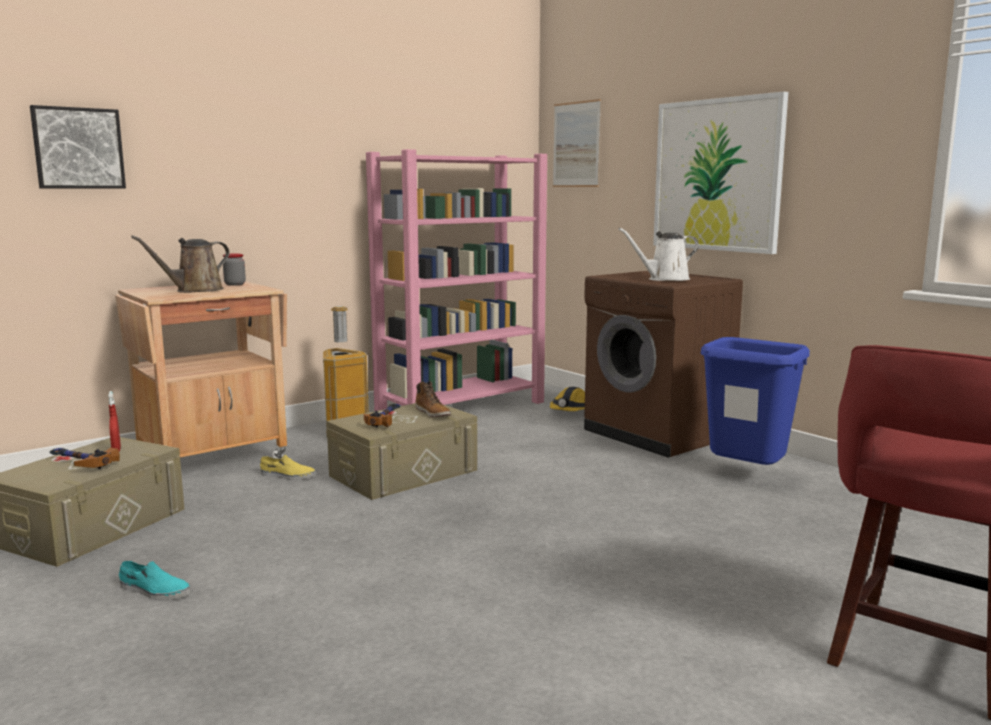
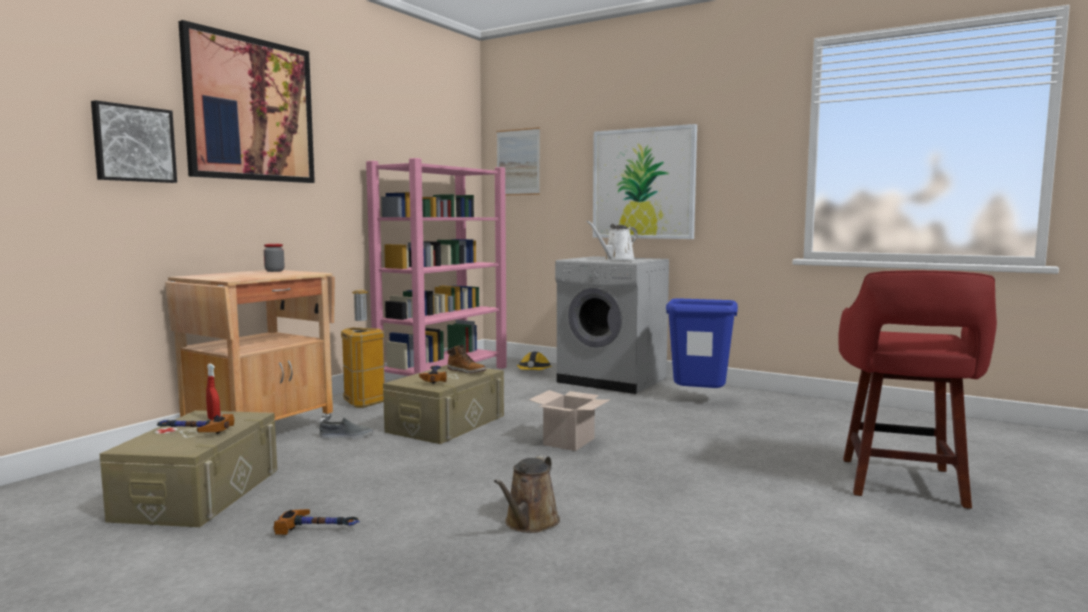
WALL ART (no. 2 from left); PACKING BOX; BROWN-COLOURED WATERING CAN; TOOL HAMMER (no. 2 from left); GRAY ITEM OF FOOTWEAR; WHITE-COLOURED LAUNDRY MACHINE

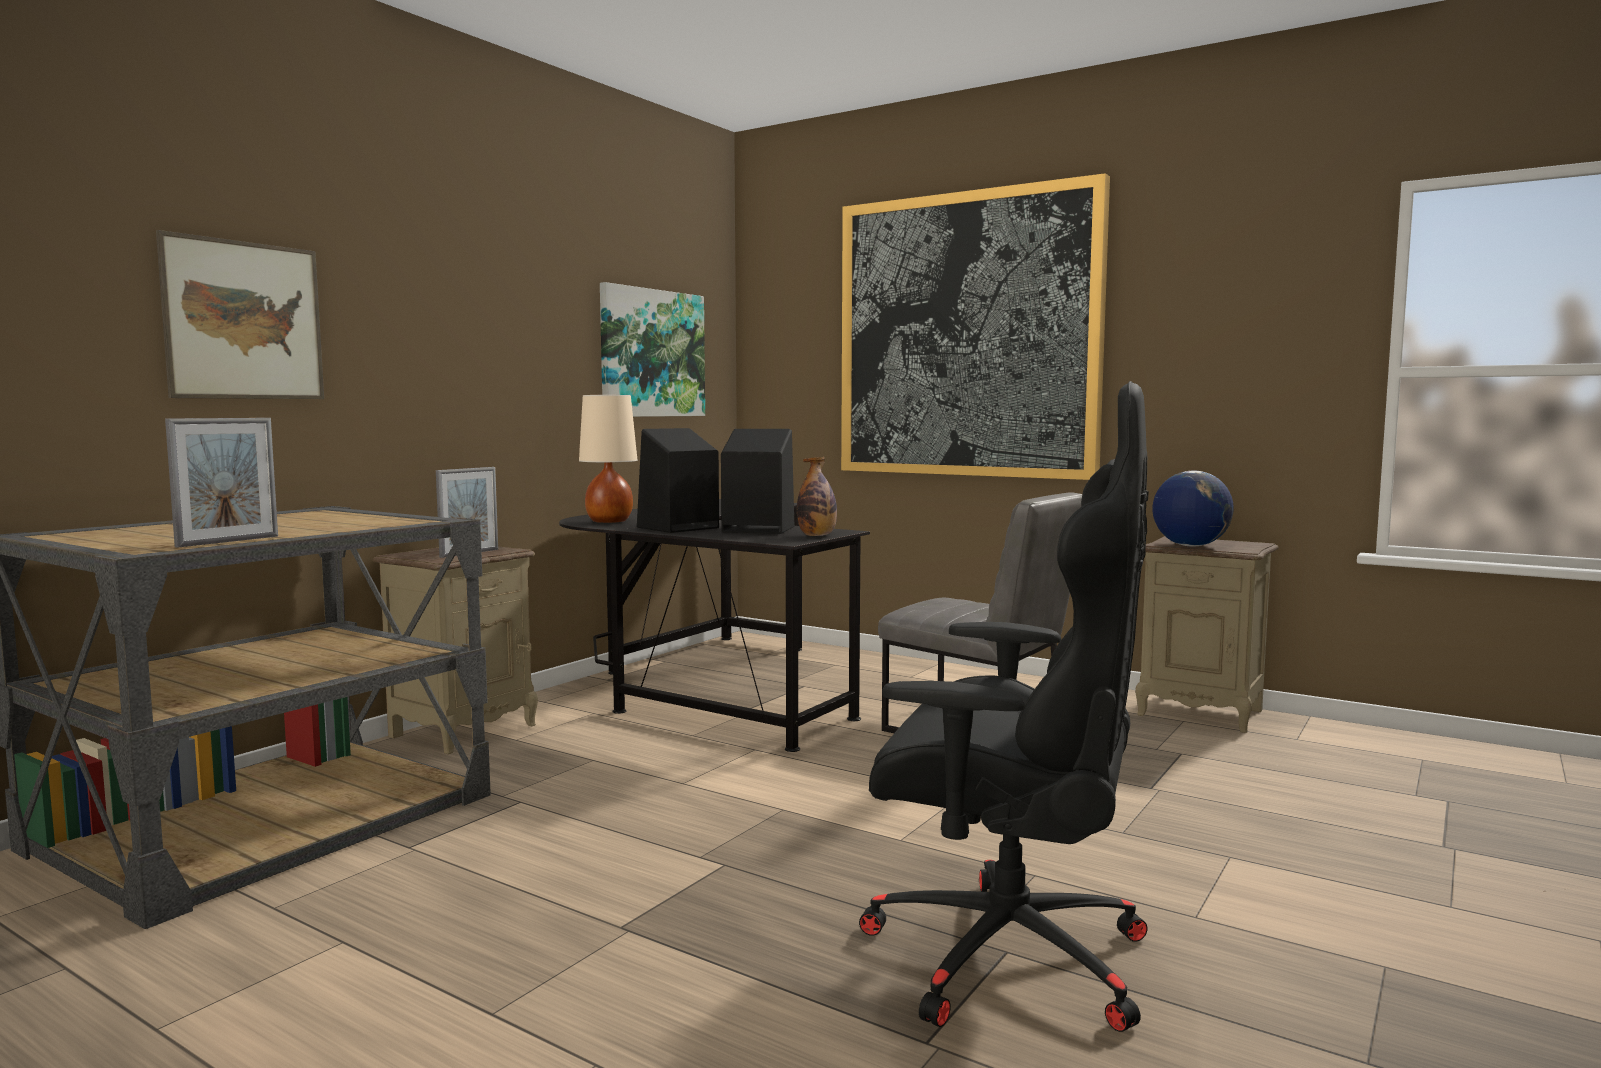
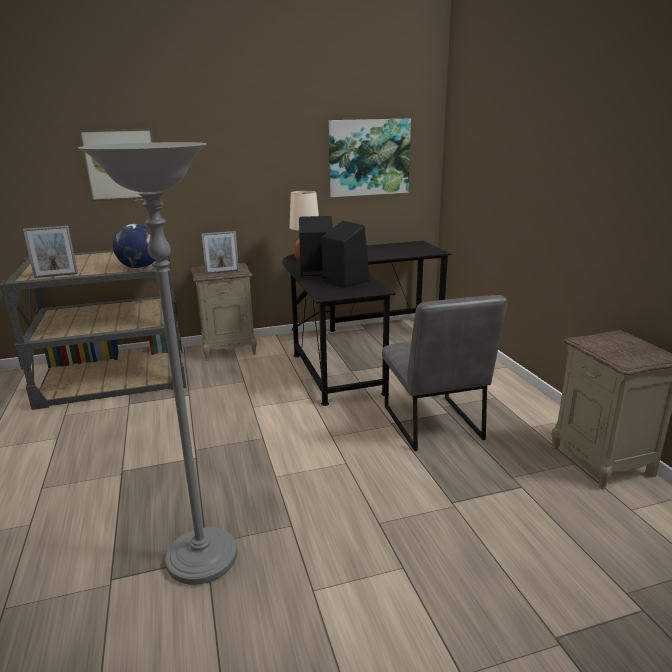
BOTTLE; WALL ART (no. 3 from left in the first image); GLOBE; GRAY STANDING LAMP

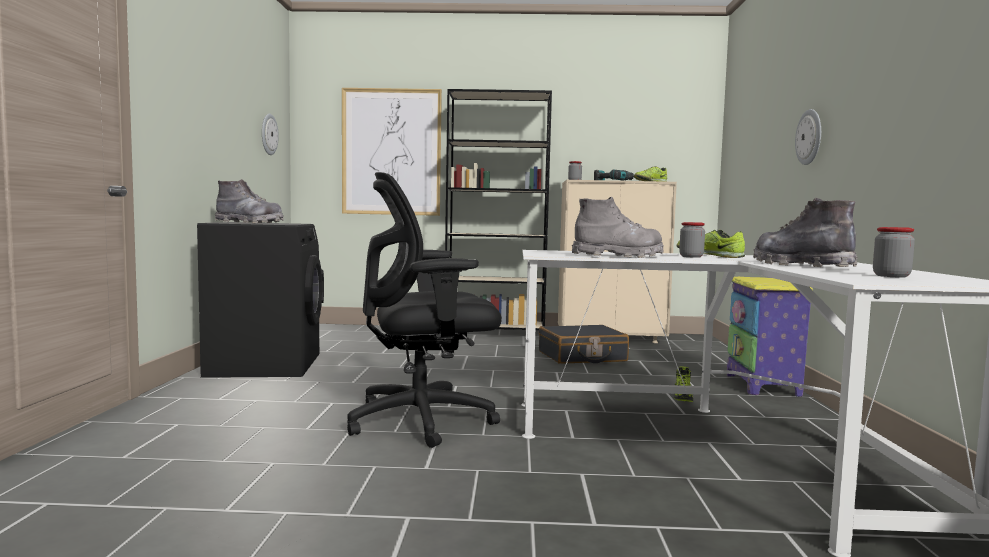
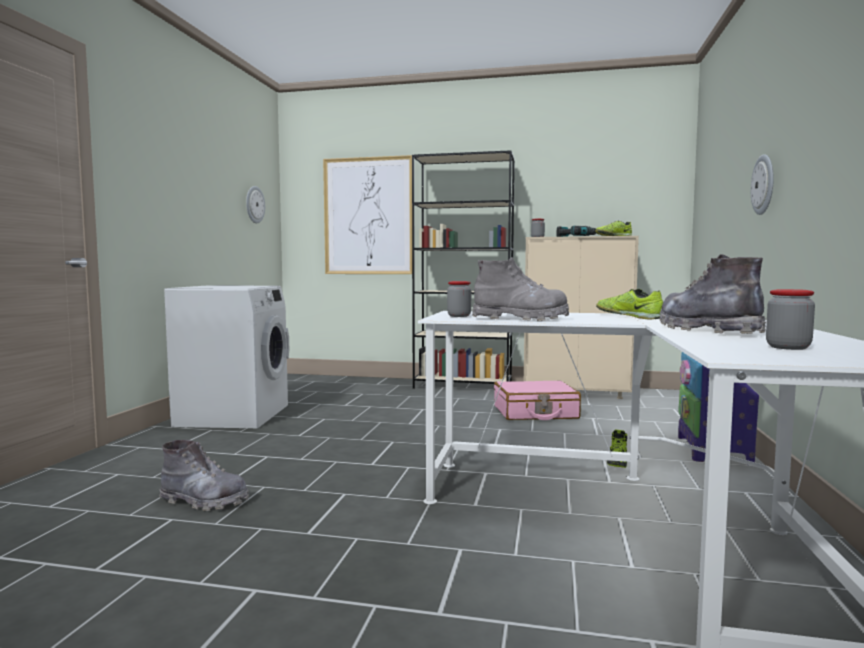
BLACKISH OFFICE CHAIR; GRAY HIGH-TOP BOOT (no. 1 from left); STORAGE JAR (no. 1 from left); WHITE-COLOURED LAUNDRY MACHINE; PINKISH SUITCASE

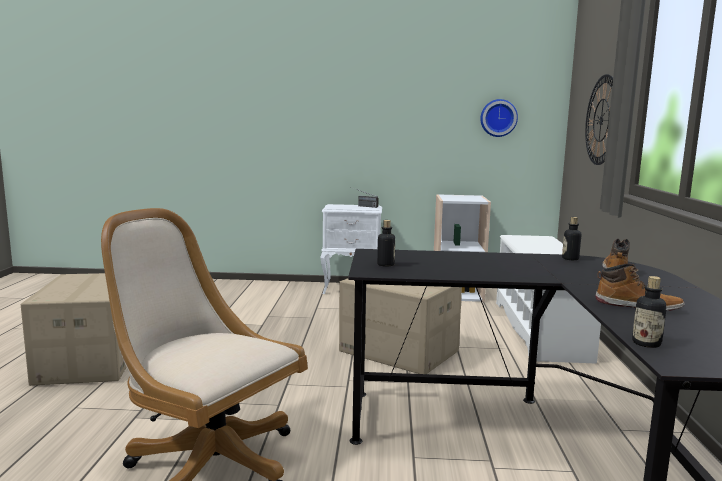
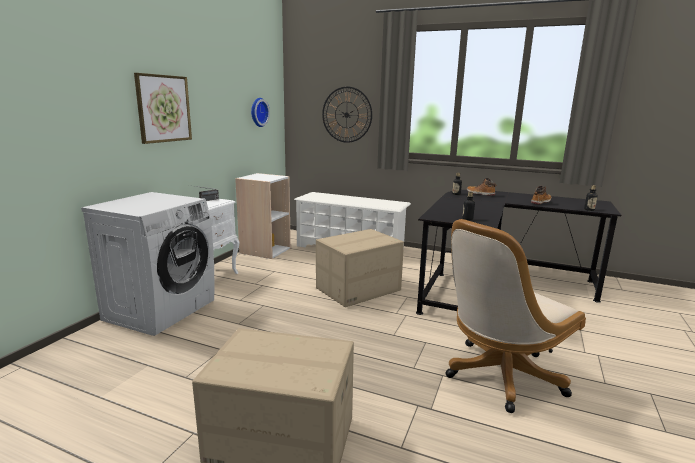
WHITE-COLOURED LAUNDRY MACHINE; WALL ART

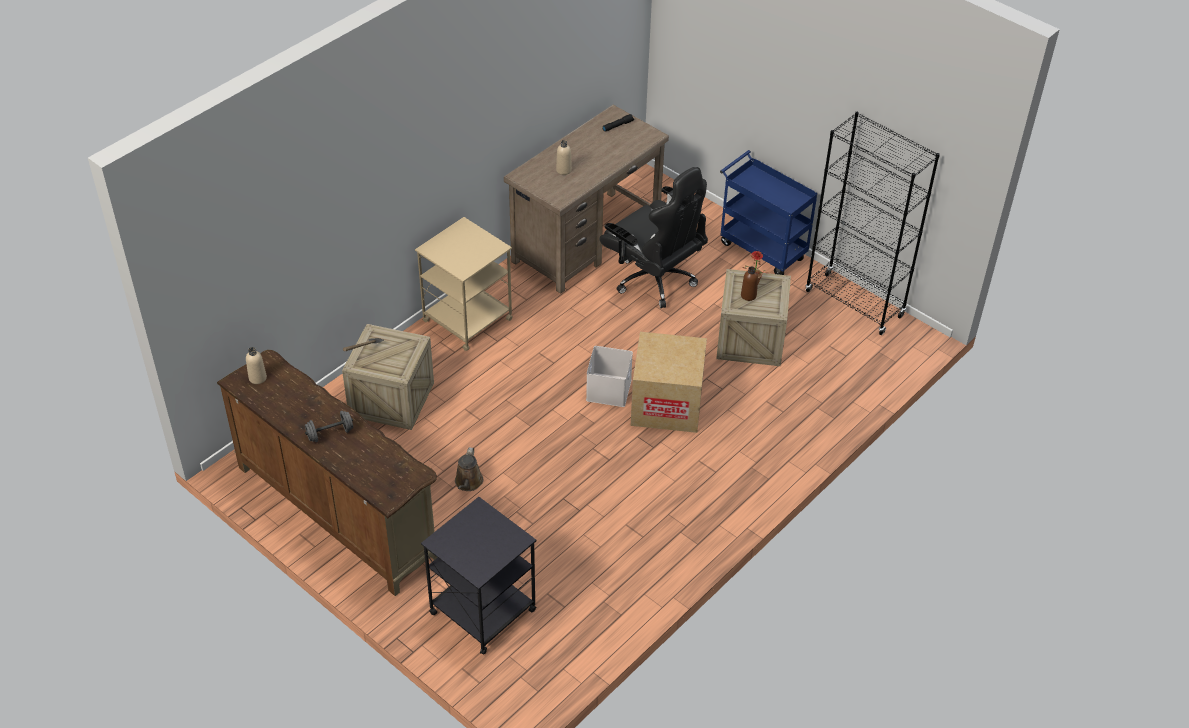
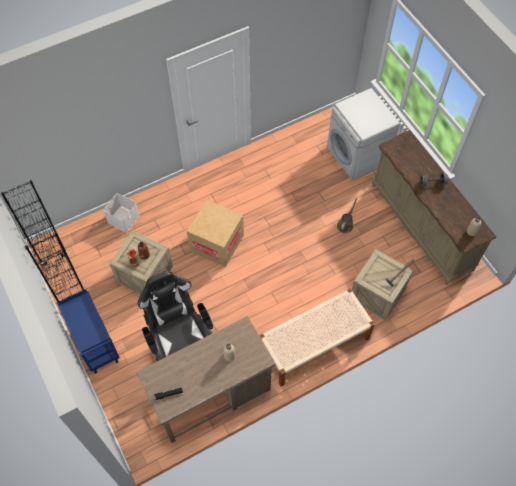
WHITE-COLOURED STORAGE CONTAINER; BEIGE-COLOURED LONG SEAT; WHITE-COLOURED LAUNDRY MACHINE

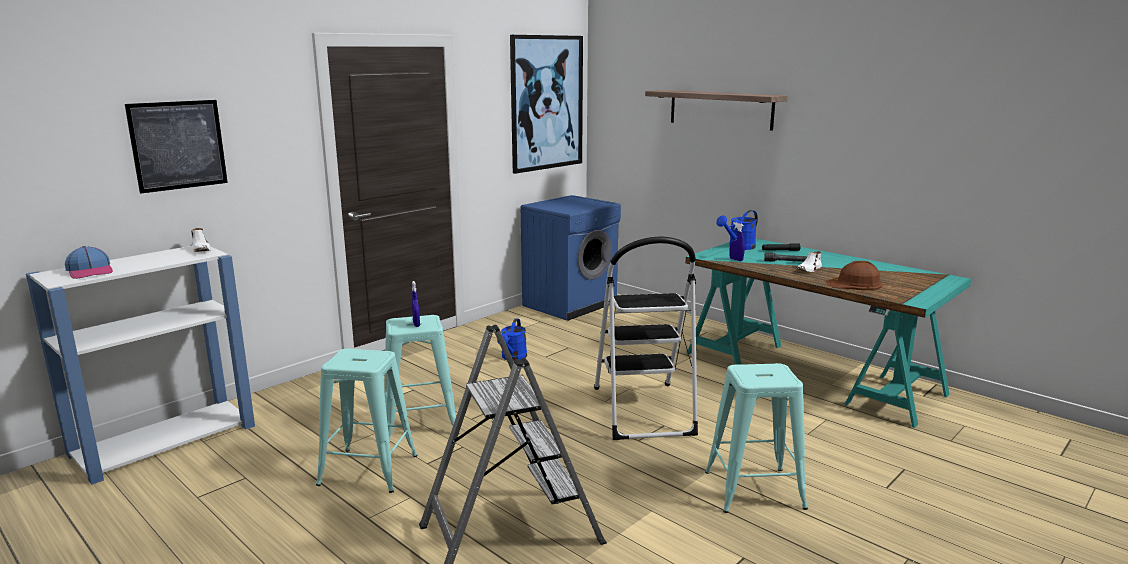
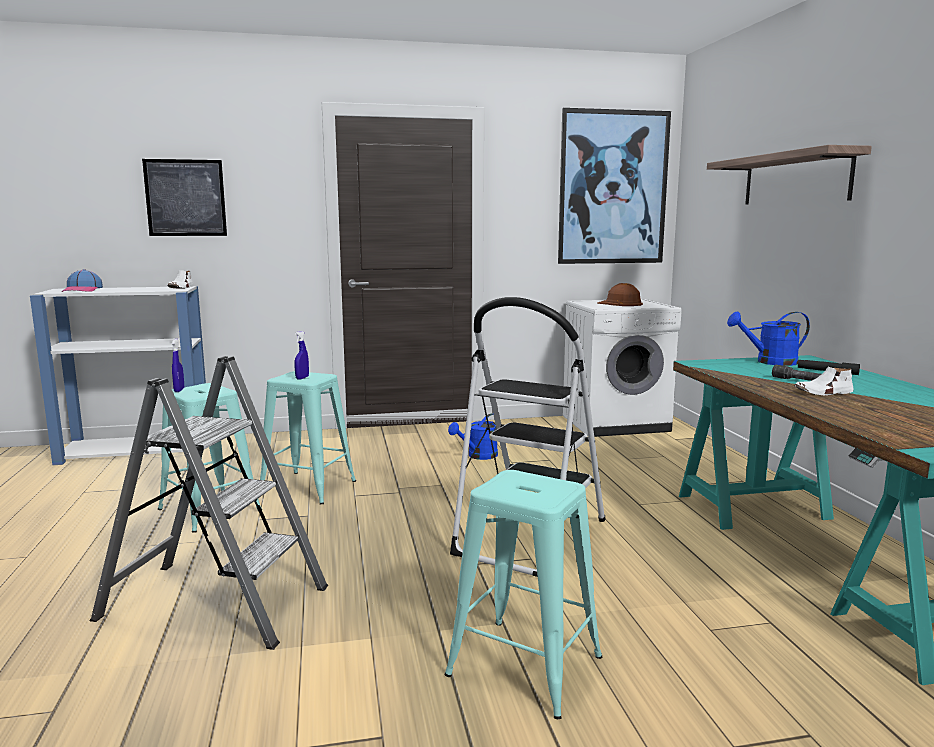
BLUISH SPRAYER (no. 1 from left); BROWN-COLOURED SAFETY HELMET; WHITE-COLOURED LAUNDRY MACHINE

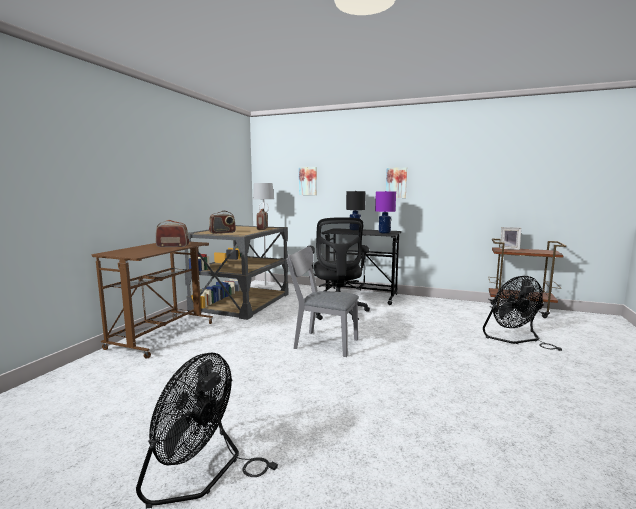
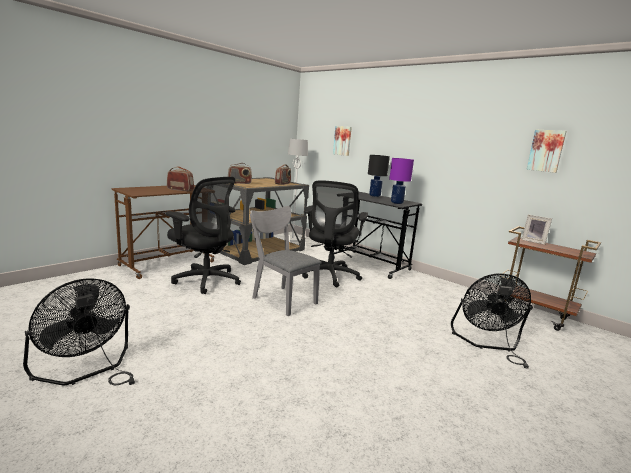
BLACKISH OFFICE CHAIR (no. 1 from left); WALL ART (no. 2 from left)

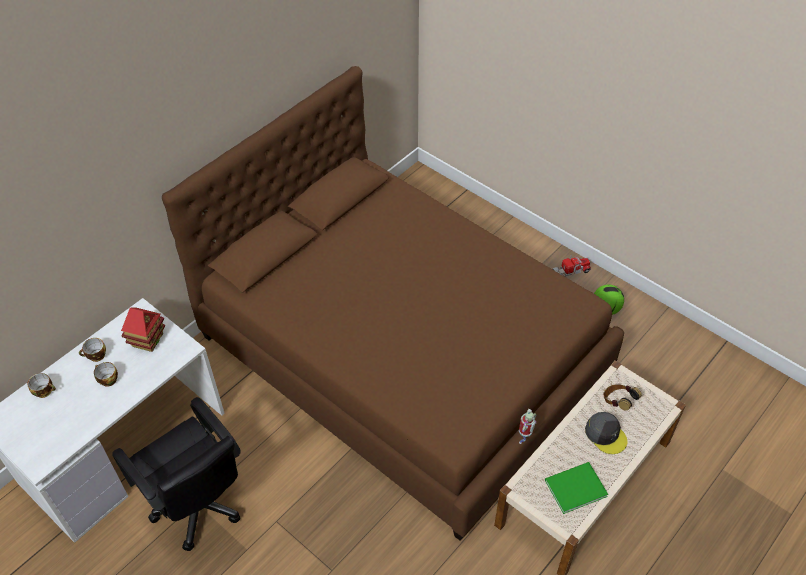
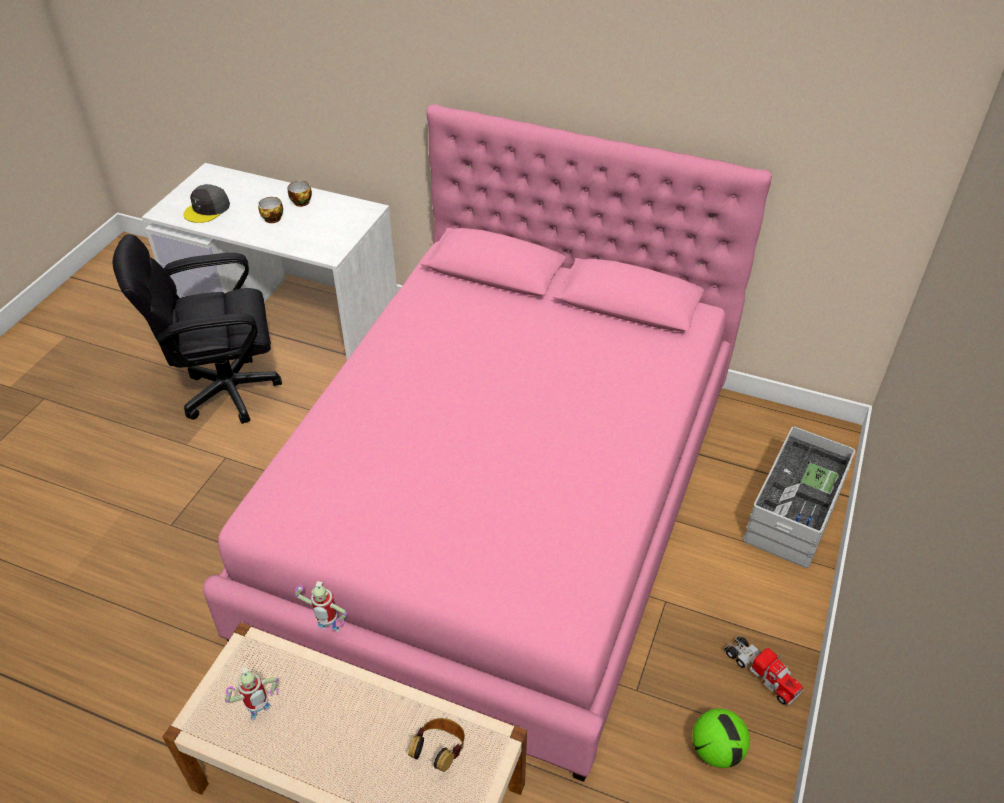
CUP (no. 1 from left in the first image); TOY HOUSE; GRAY STORAGE CONTAINER; GRAY PEAKED CAP; ROBOT FIGURE (no. 1 from left); PINKISH SLEEPING BED; BLACKISH OFFICE CHAIR

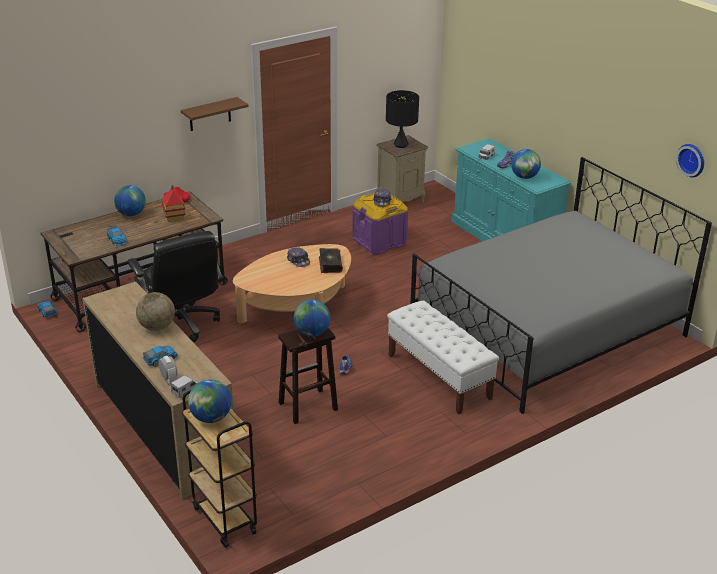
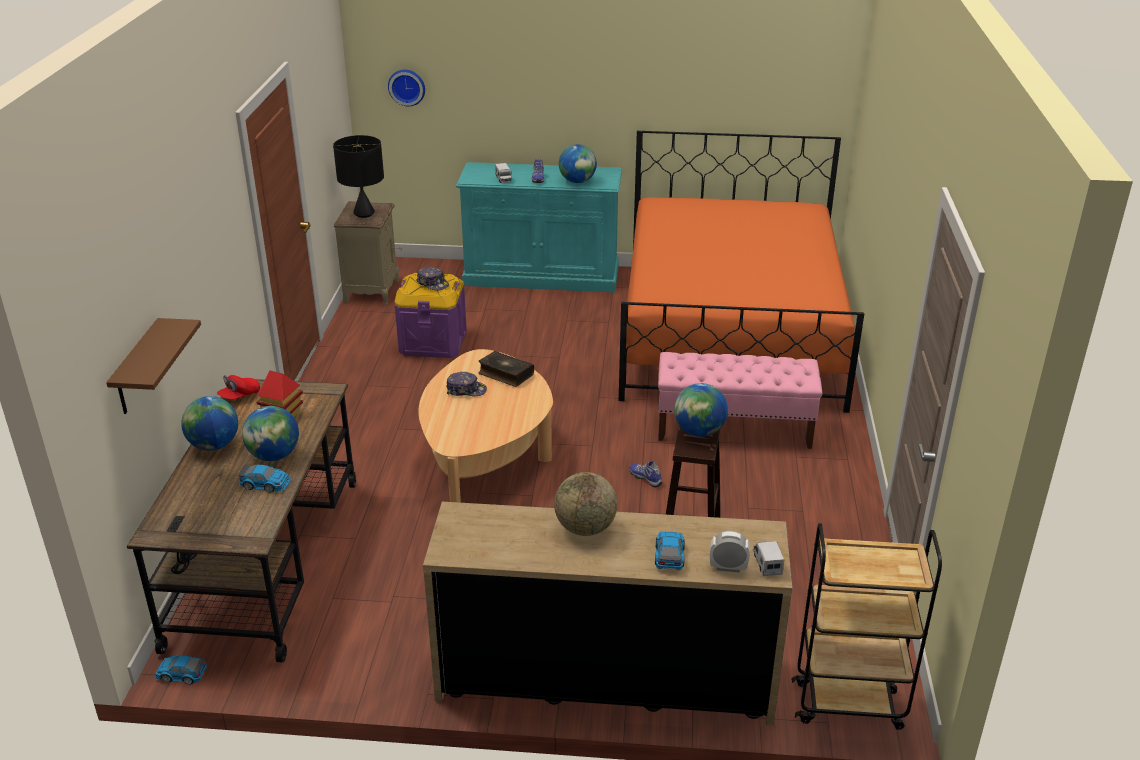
BLACKISH OFFICE CHAIR; BROWN-COLOURED WALL SHELF; GLOBE (no. 2 from left); HANGING CLOCK; PINKISH LONG SEAT; ORANGEY SLEEPING BED

